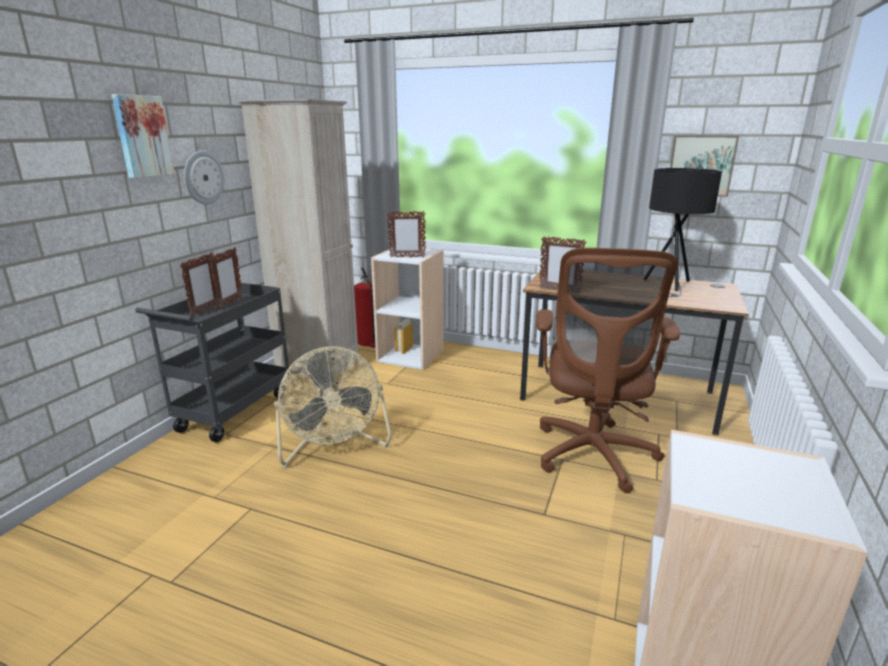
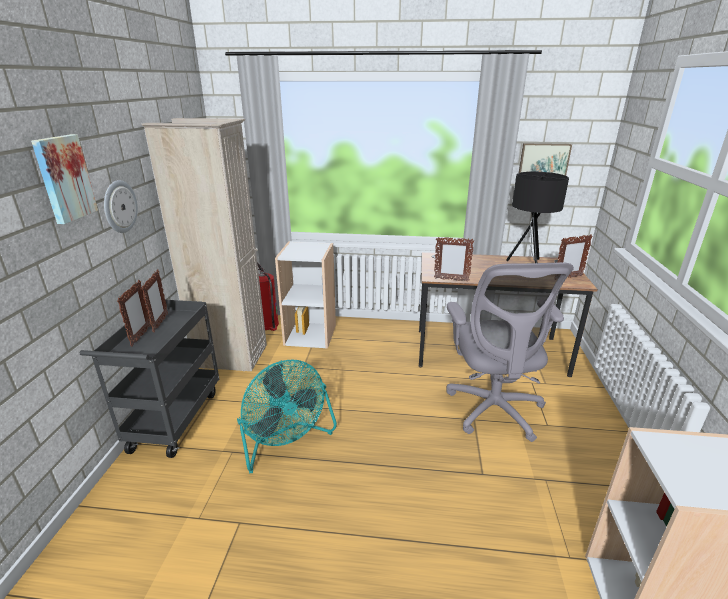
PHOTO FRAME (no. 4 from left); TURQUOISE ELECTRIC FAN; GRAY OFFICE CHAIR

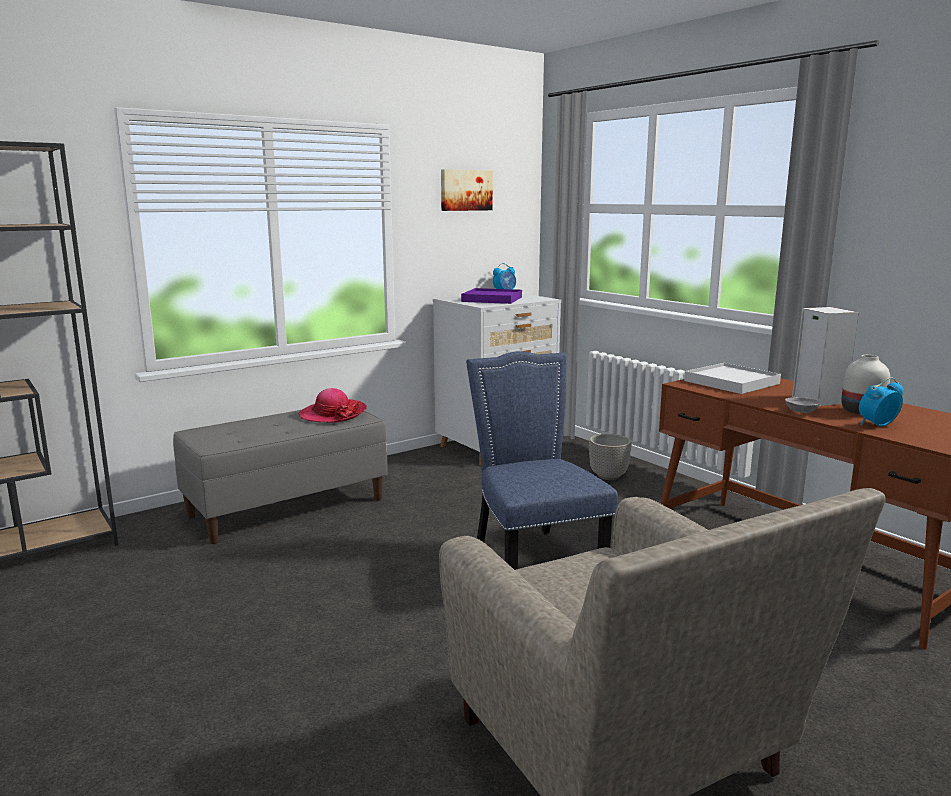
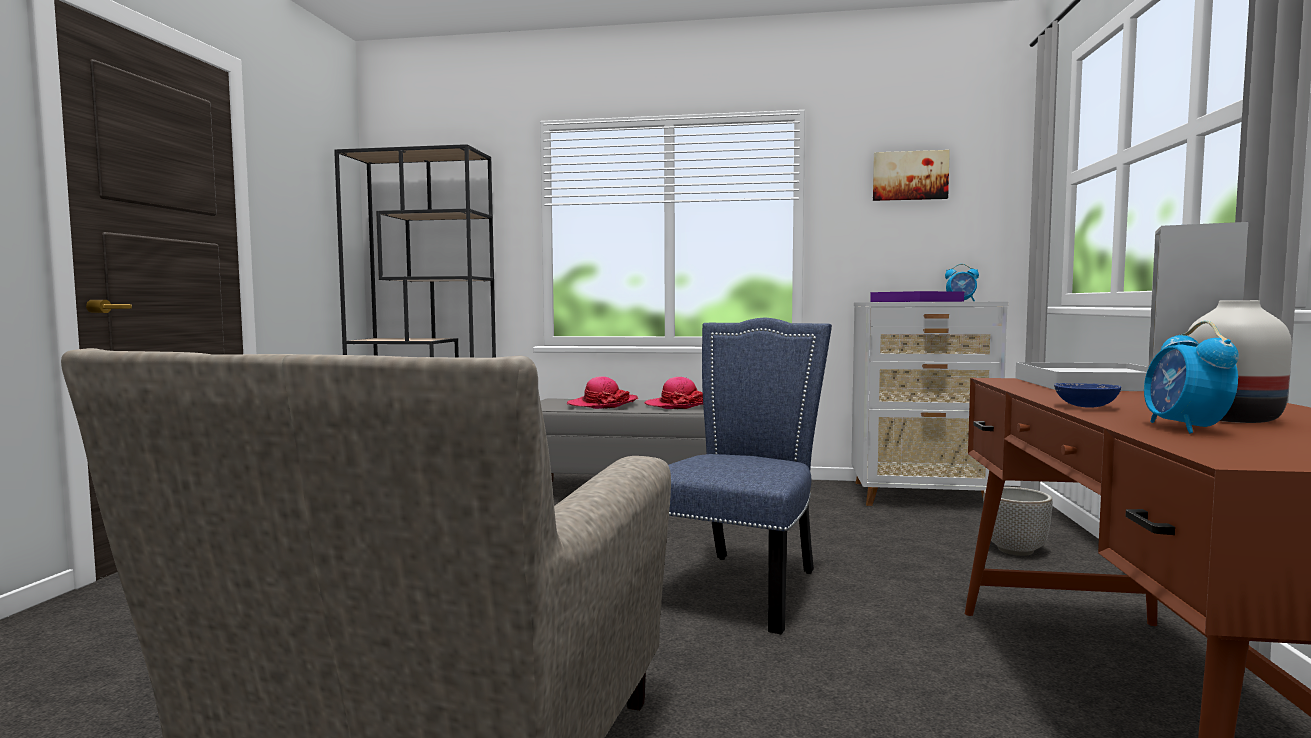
HAT (no. 1 from left); BLUISH BOWL; ALARM CLOCK (no. 2 from left)

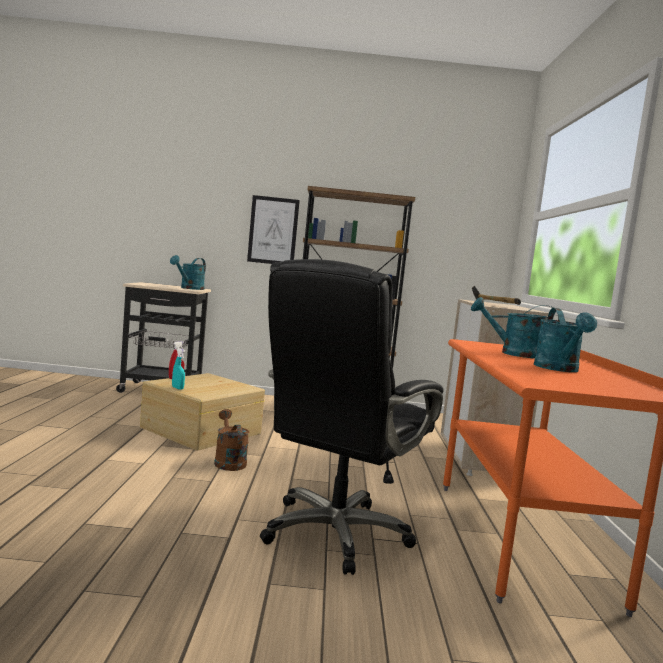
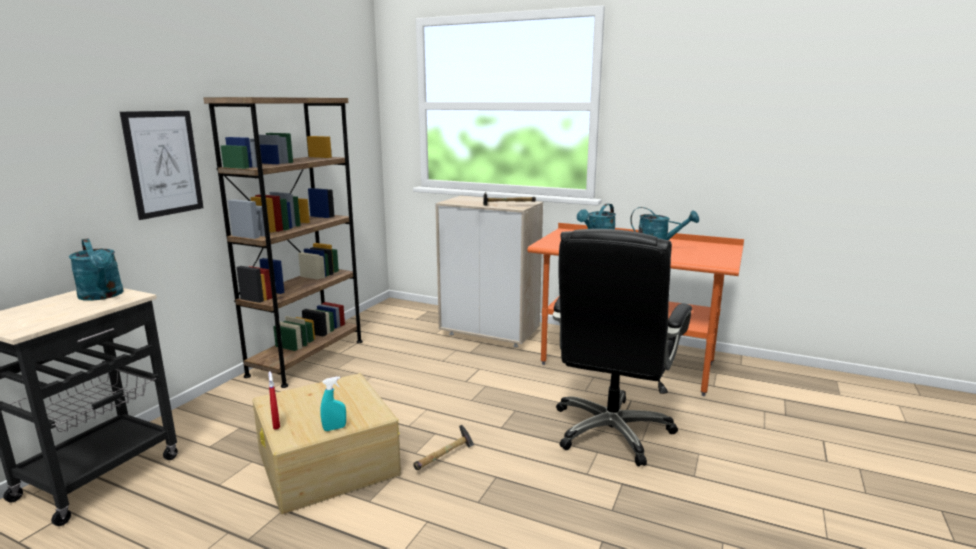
TOOL HAMMER (no. 1 from left); BLACKISH OFFICE CHAIR

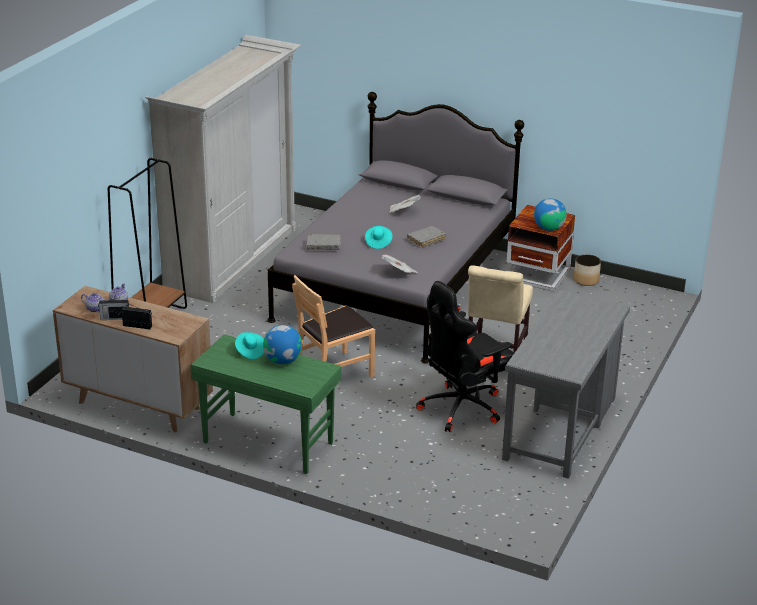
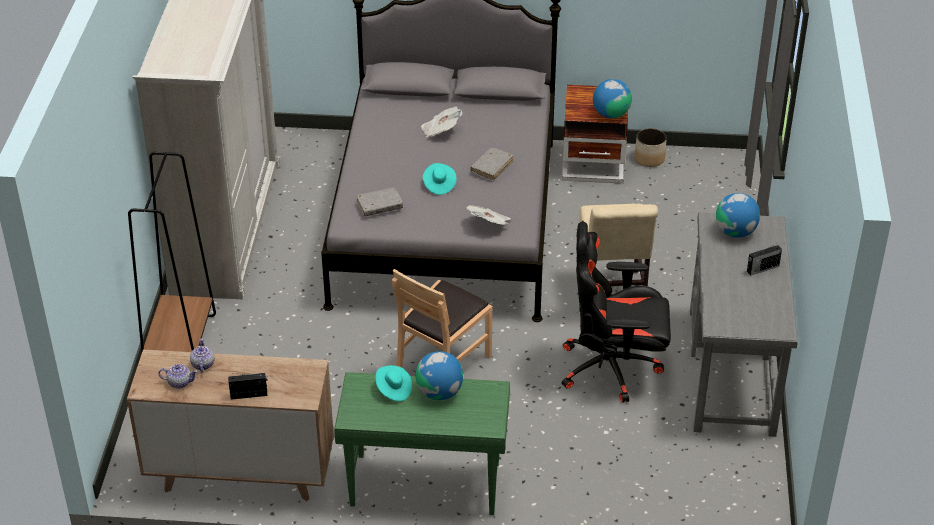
GLOBE (no. 3 from left); RADIO (no. 2 from left); BLACKISH OFFICE CHAIR

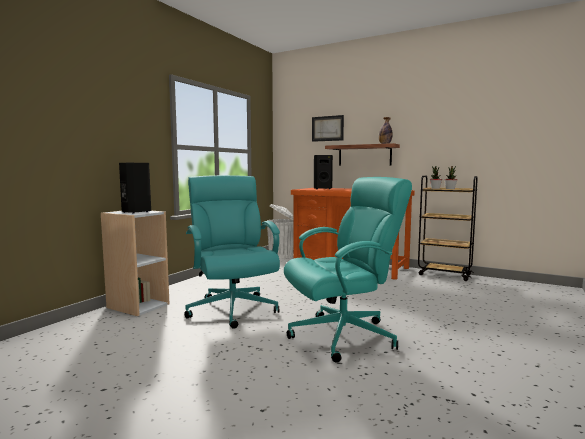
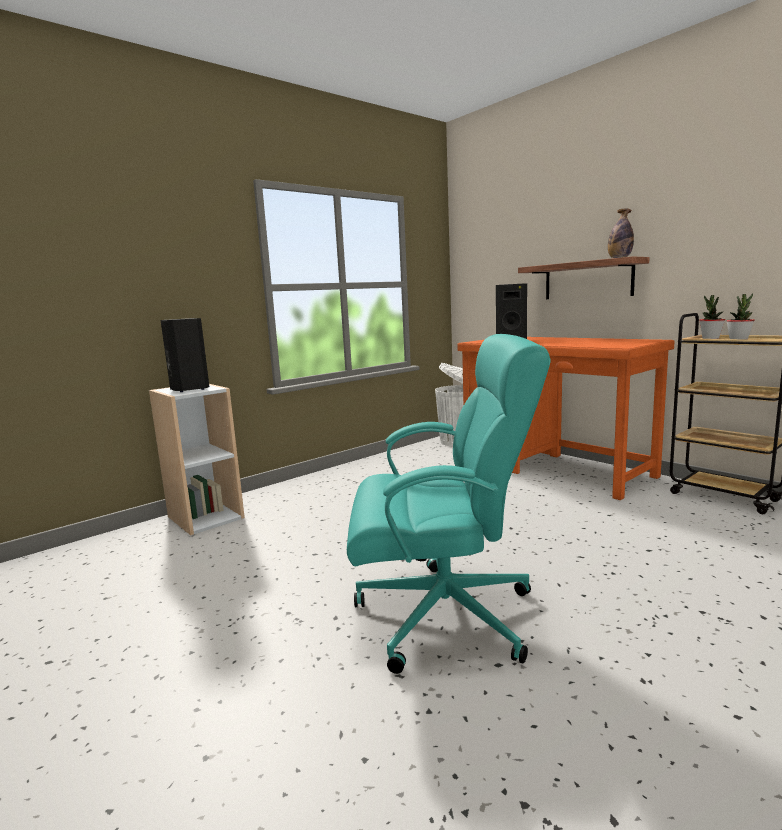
TURQUOISE OFFICE CHAIR (no. 1 from left in the first image); WALL ART

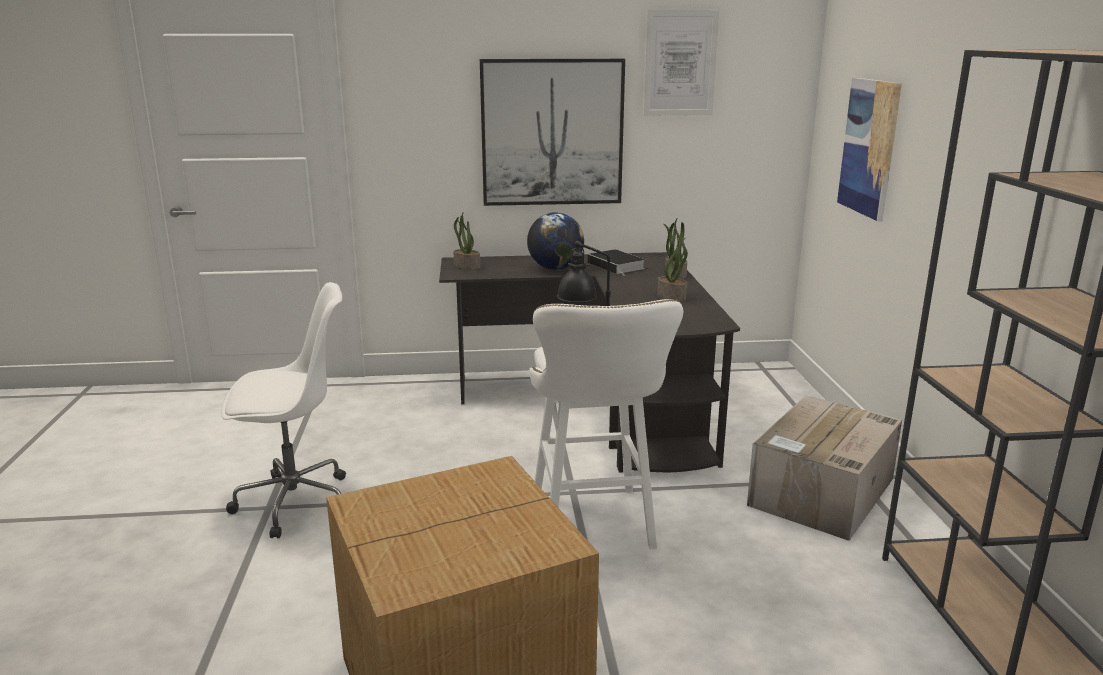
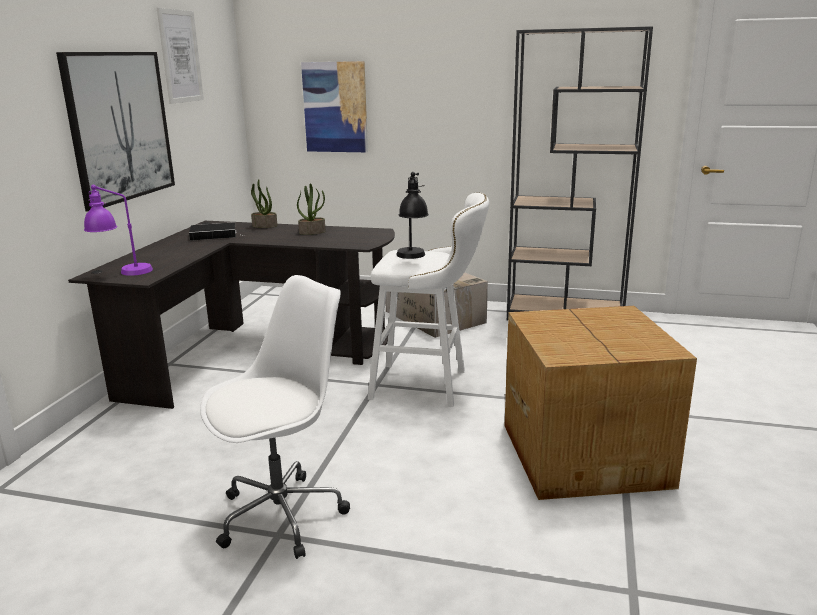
GLOBE; PURPLE-COLOURED TABLETOP LAMP; WHITE-COLOURED OFFICE CHAIR

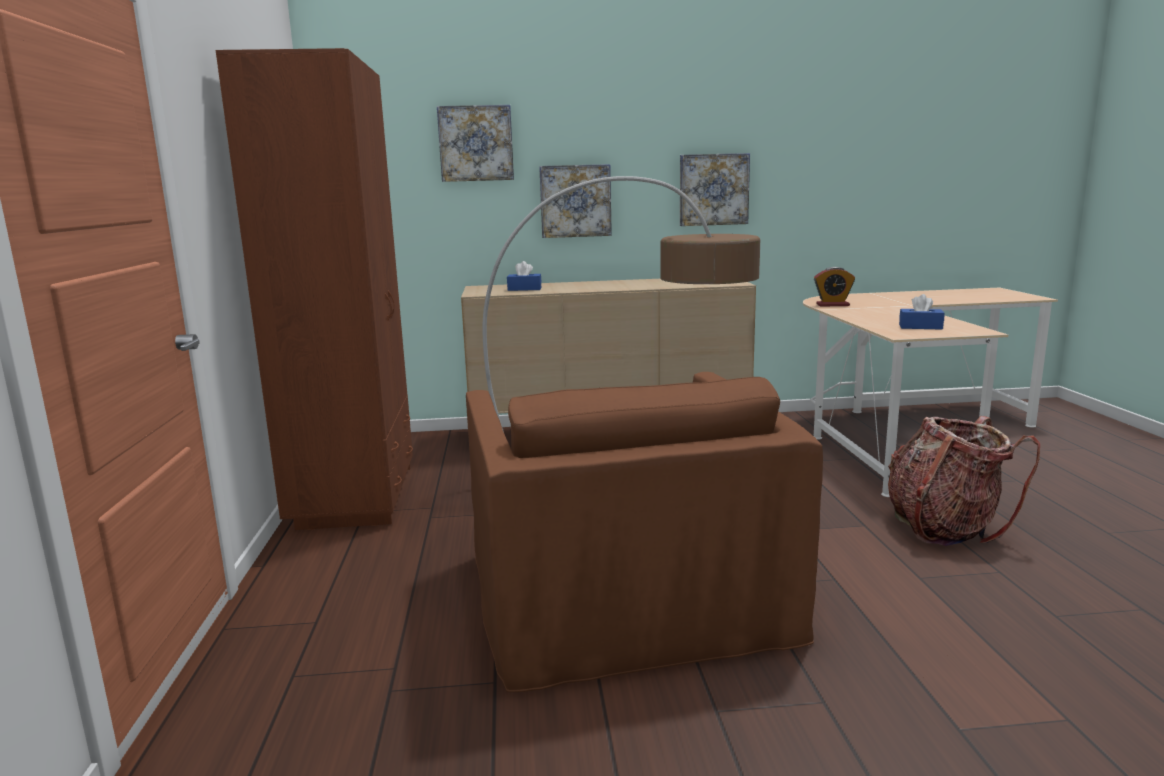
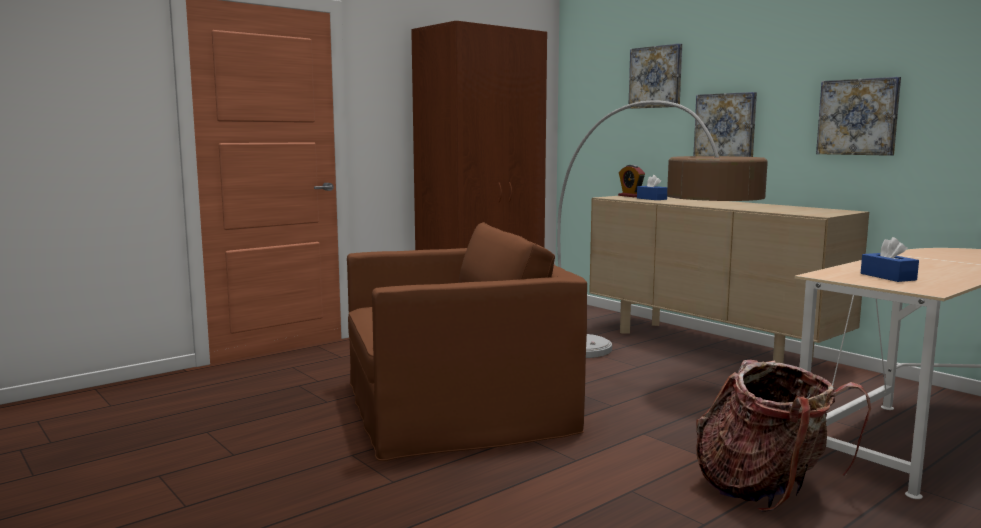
ALARM CLOCK; BROWN-COLOURED ARMCHAIR

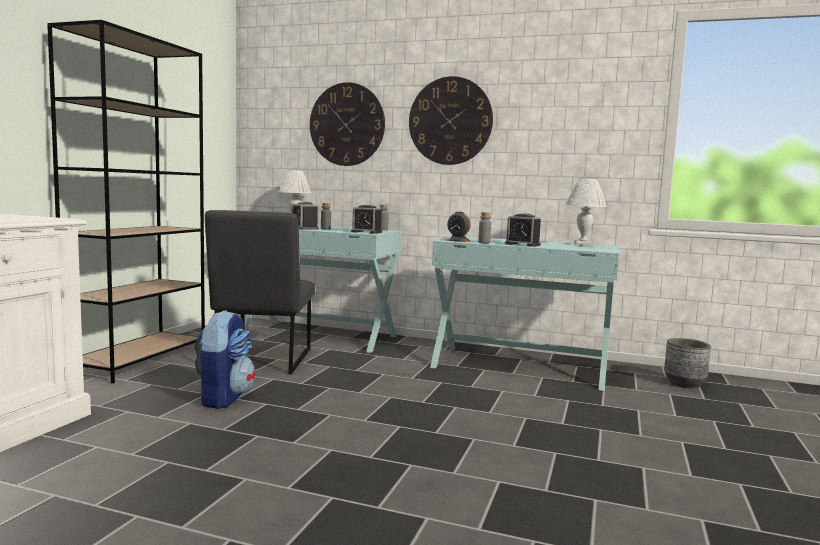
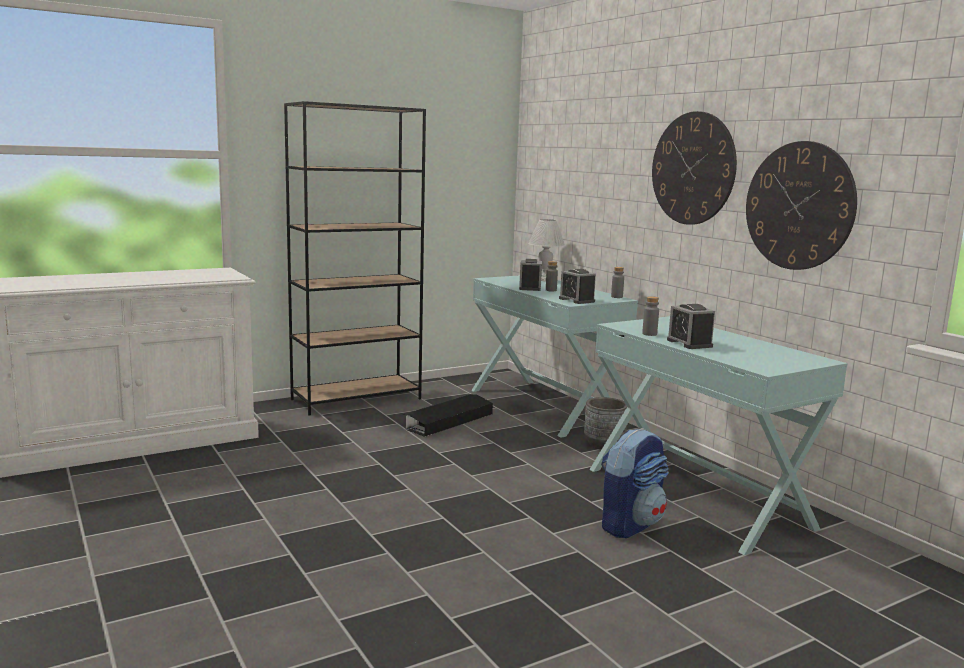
ALARM CLOCK (no. 3 from left in the first image); WHITE-COLOURED TABLETOP LAMP (no. 2 from left in the first image); BACKPACK; HANGING CLOCK (no. 2 from left); GRAY PLANT POT; BLACKISH STORAGE CONTAINER

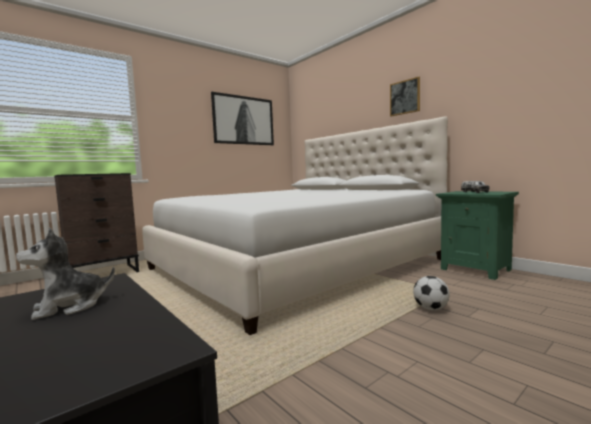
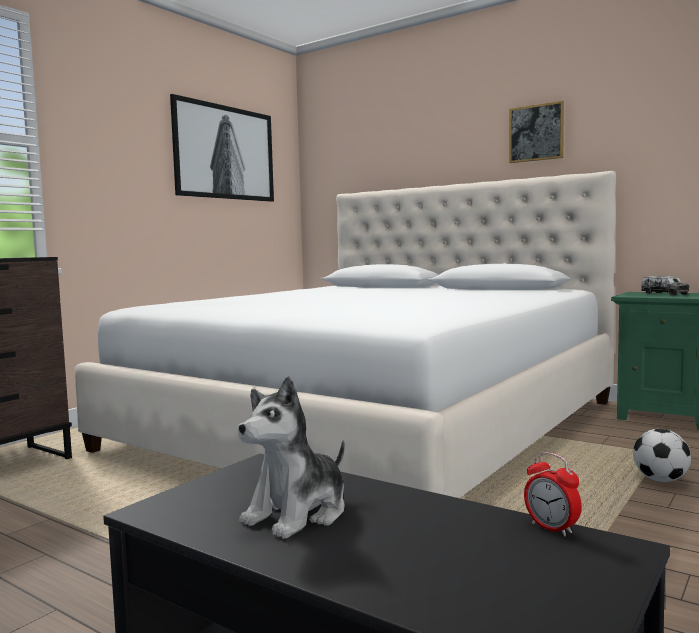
ALARM CLOCK

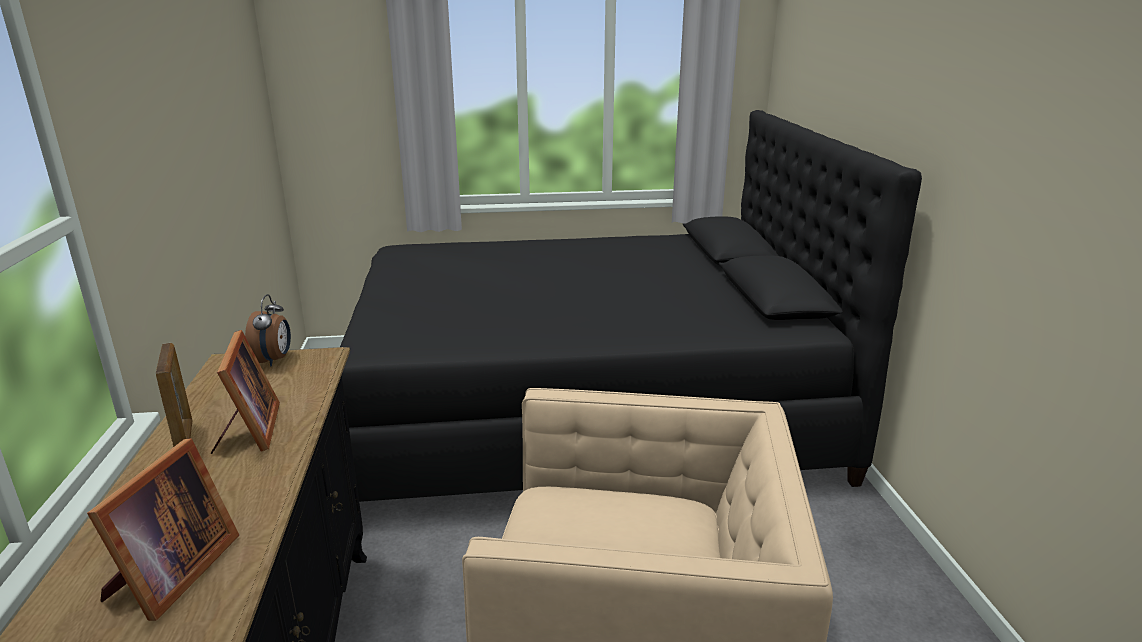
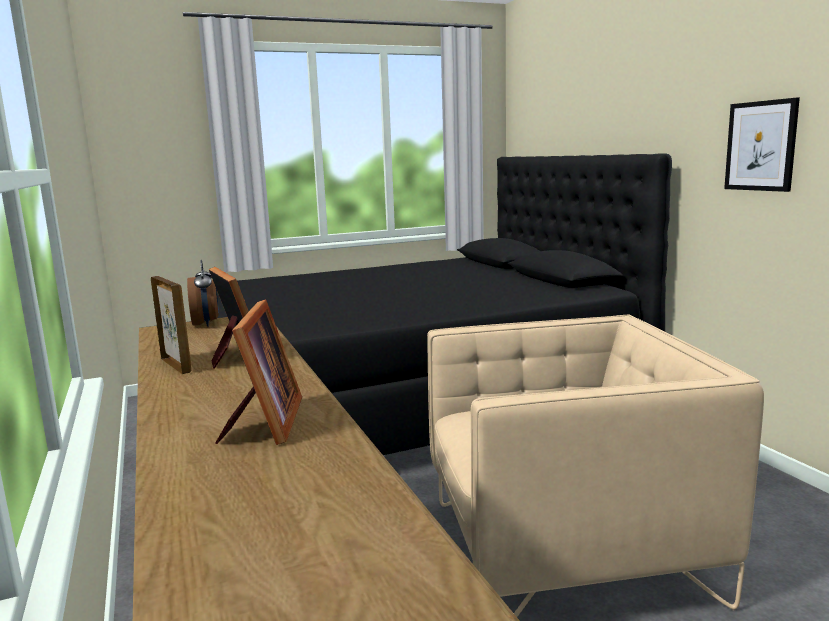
WALL ART

